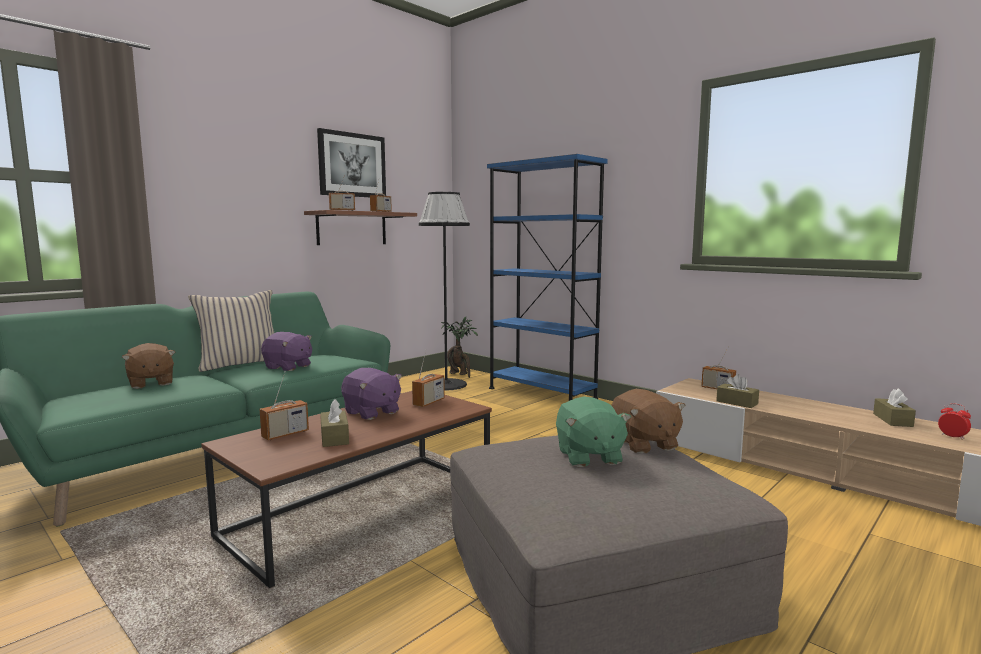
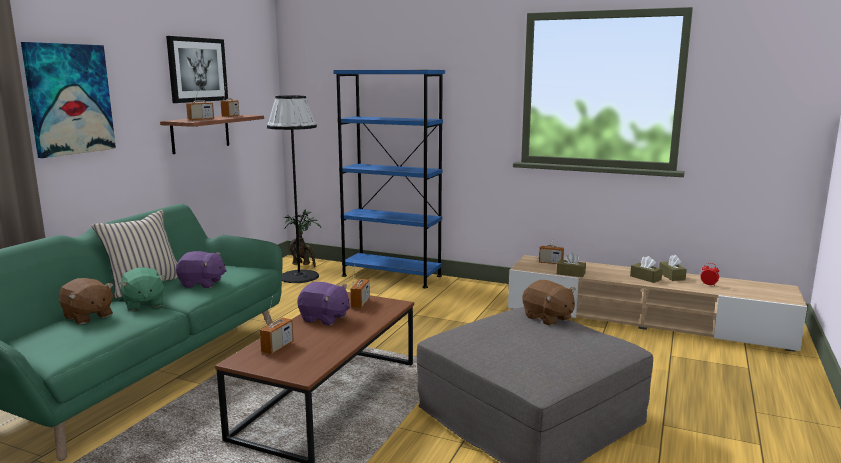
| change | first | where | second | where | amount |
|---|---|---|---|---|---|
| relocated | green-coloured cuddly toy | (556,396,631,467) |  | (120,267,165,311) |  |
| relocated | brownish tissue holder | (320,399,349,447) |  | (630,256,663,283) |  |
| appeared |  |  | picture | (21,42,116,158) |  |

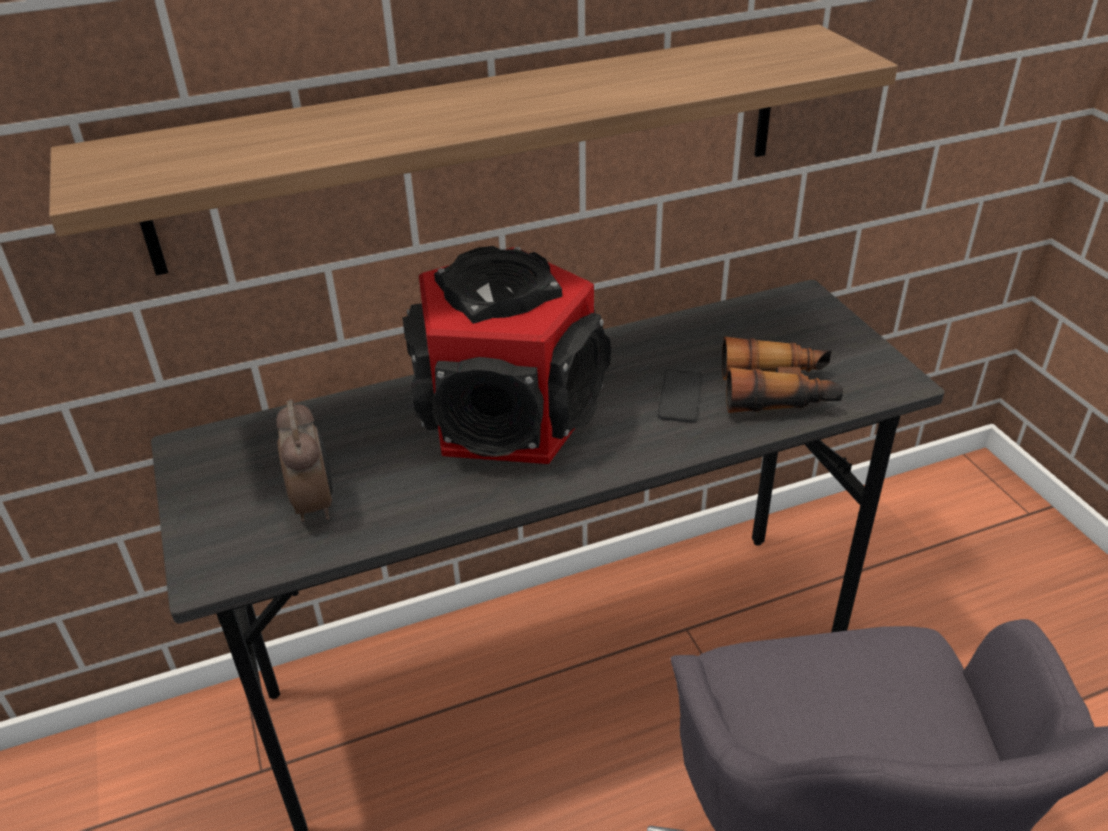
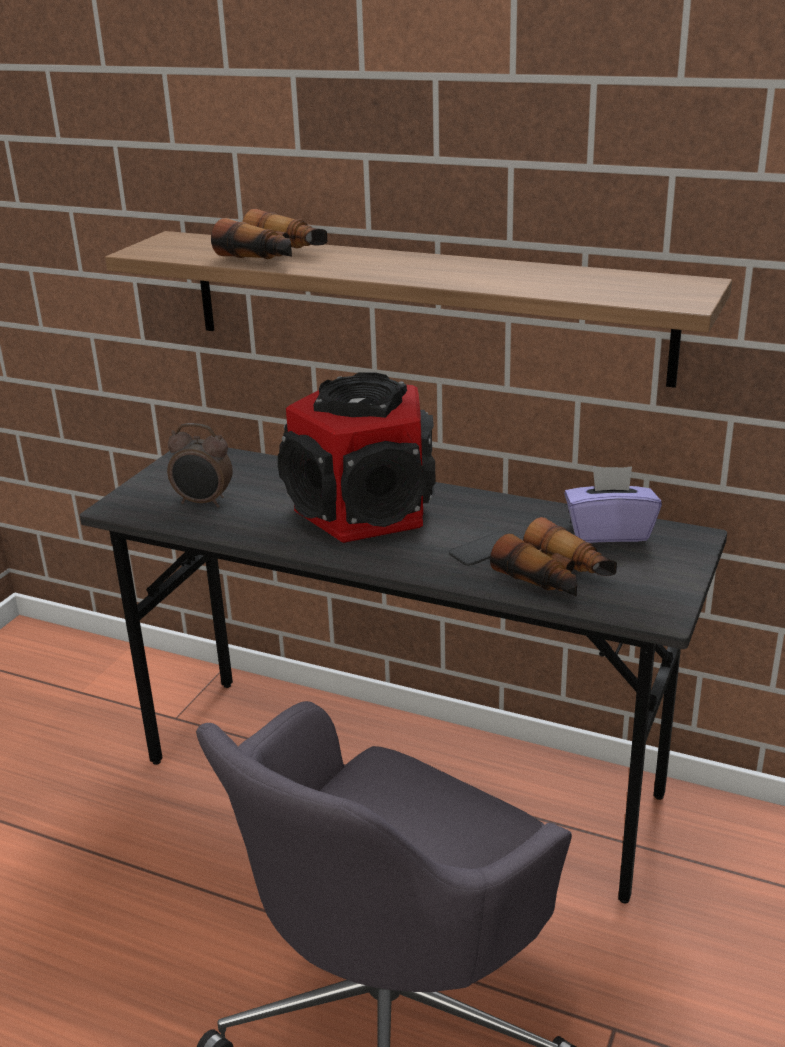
| change | first | where | second | where | amount |
|---|---|---|---|---|---|
| spun | table clock | (276,399,333,522) |  | (167,423,233,507) | 75 degrees clockwise |
| appeared |  |  | pair of binoculars | (211,209,327,259) |  |
| appeared |  |  | purple-coloured tissue holder | (564,466,662,543) |  |

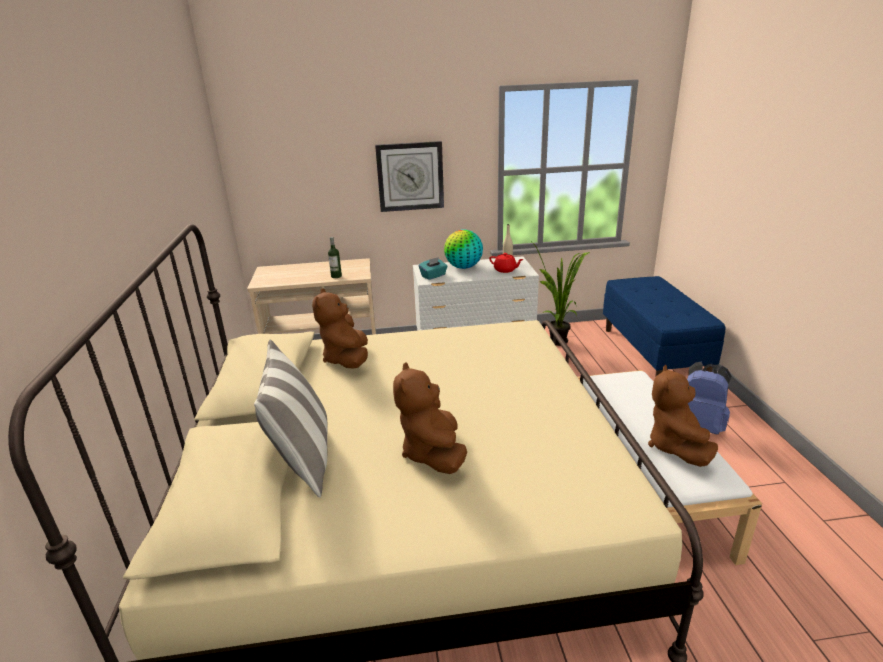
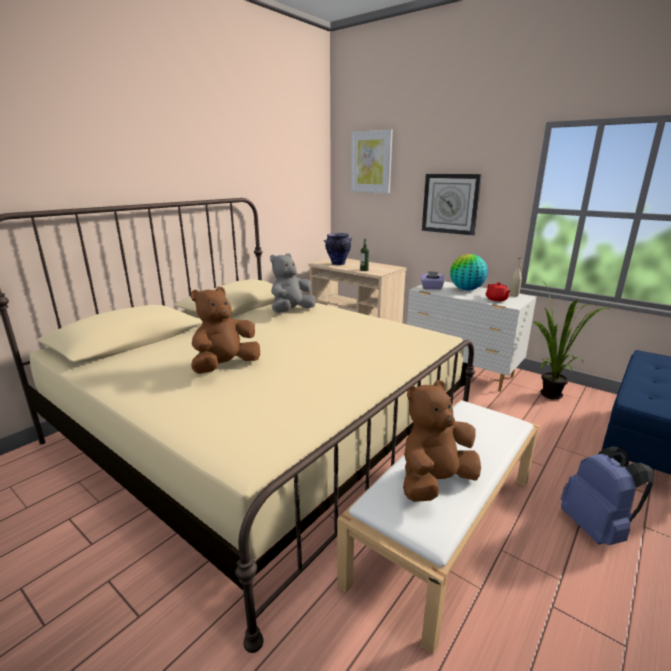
| change | first | where | second | where | amount |
|---|---|---|---|---|---|
| colour | turquoise-coloured tissue holder | (419,257,448,280) | purple-coloured tissue holder | (421,271,444,290) |  |
| colour | brownish cuddly toy | (312,288,368,368) | grey cuddly toy | (270,253,316,313) |  |
| missing | pillow | (254,340,328,498) |  |  |  |
| appeared |  |  | picture | (351,129,393,193) |  |
| appeared |  |  | vase | (324,233,352,265) |  |

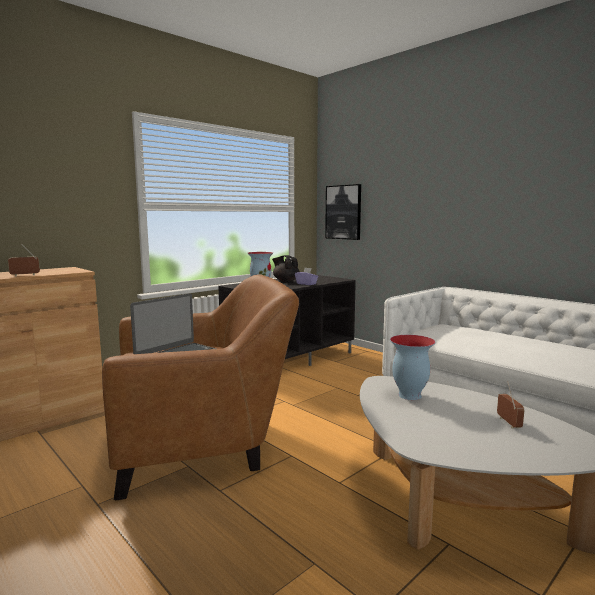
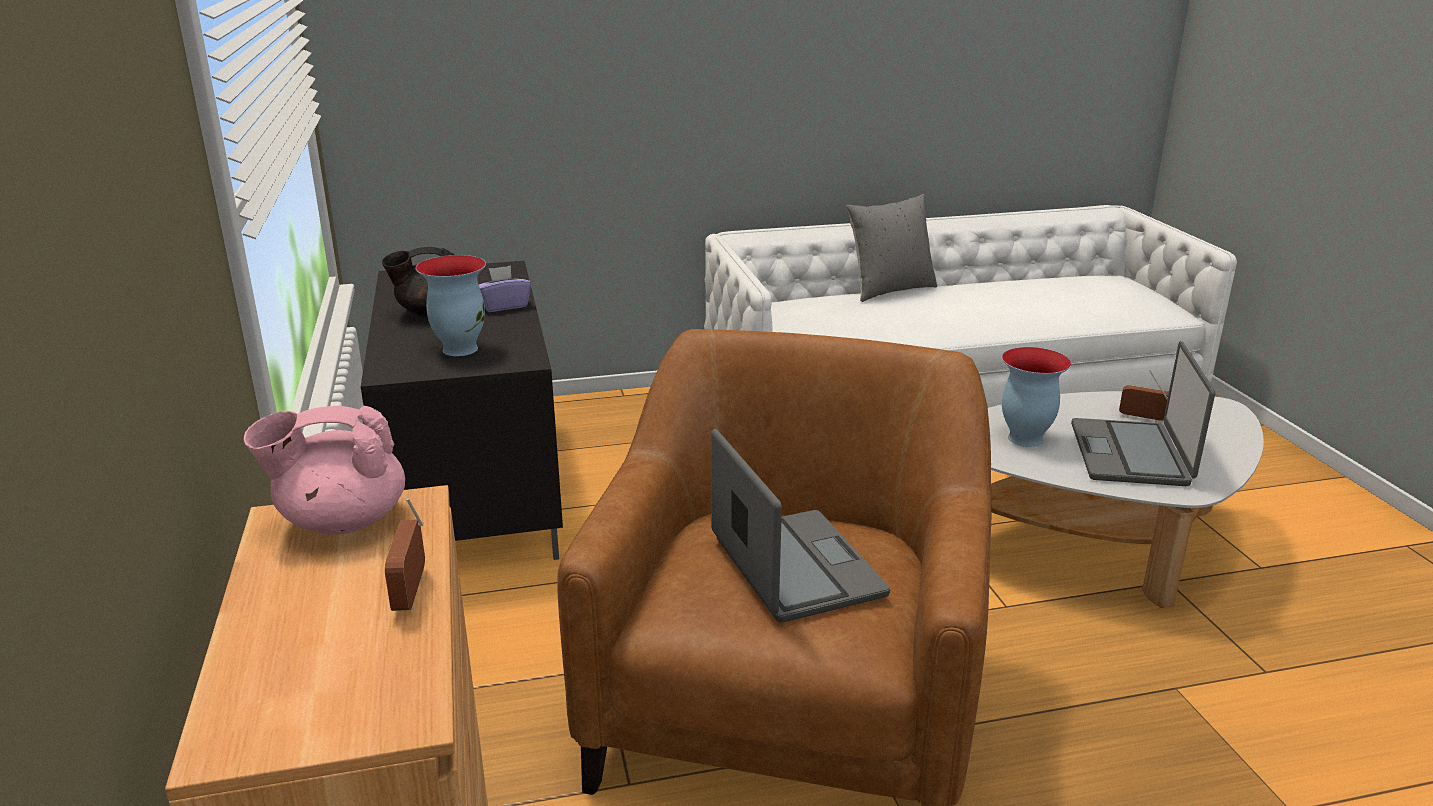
| change | first | where | second | where | amount |
|---|---|---|---|---|---|
| missing | picture | (325,184,361,240) |  |  |  |
| appeared |  |  | grey pillow | (846,194,937,302) |  |
| appeared |  |  | portable computer | (1071,341,1215,486) |  |
| appeared |  |  | pinkish tea pot | (244,406,405,535) |  |

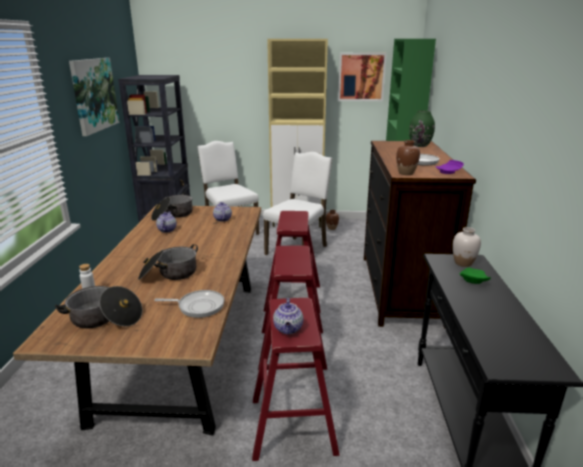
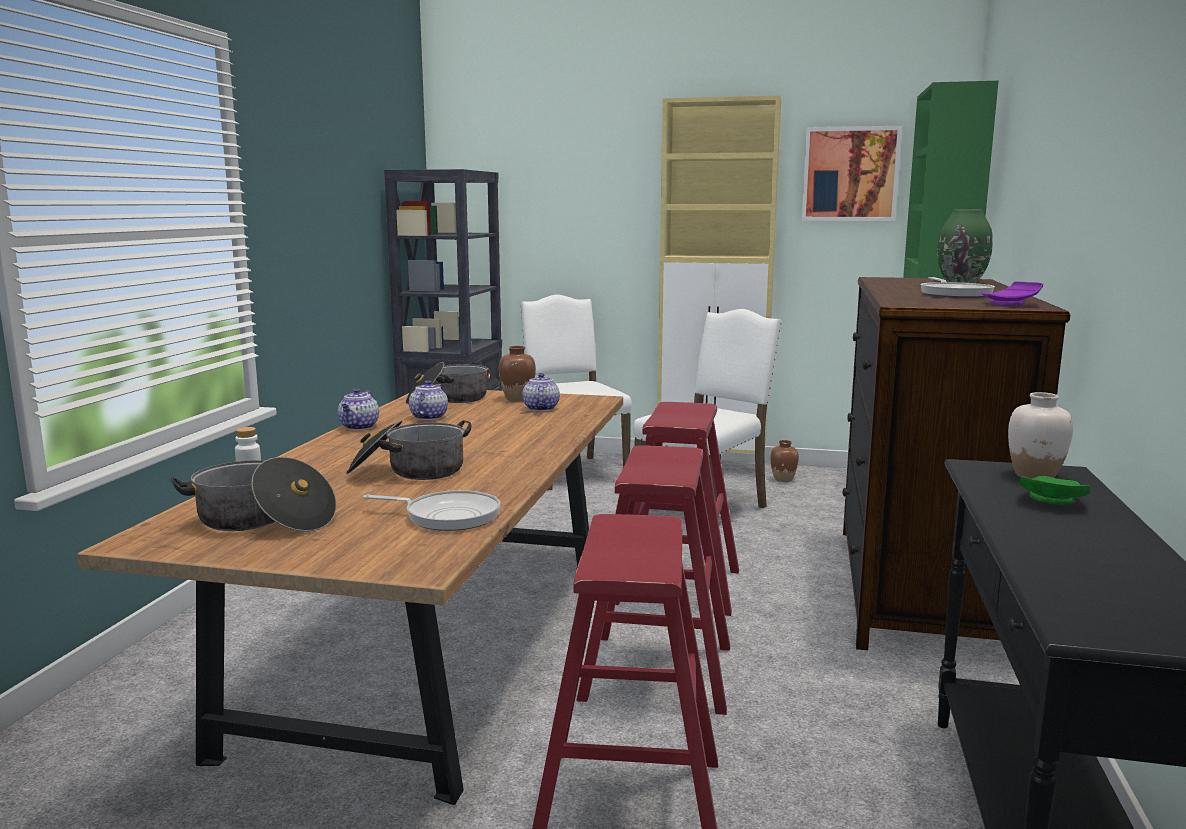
| change | first | where | second | where | amount |
|---|---|---|---|---|---|
| missing | picture | (69,58,119,136) |  |  |  |
| relocated | brownish vase | (396,140,420,175) |  | (499,346,536,401) |  |
| relocated | tea pot | (273,298,304,335) |  | (338,388,379,430) |  |

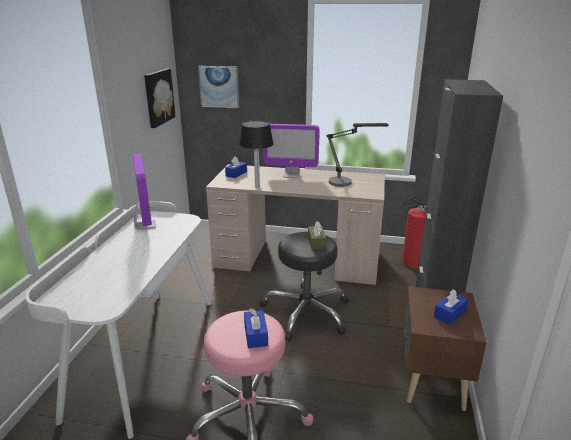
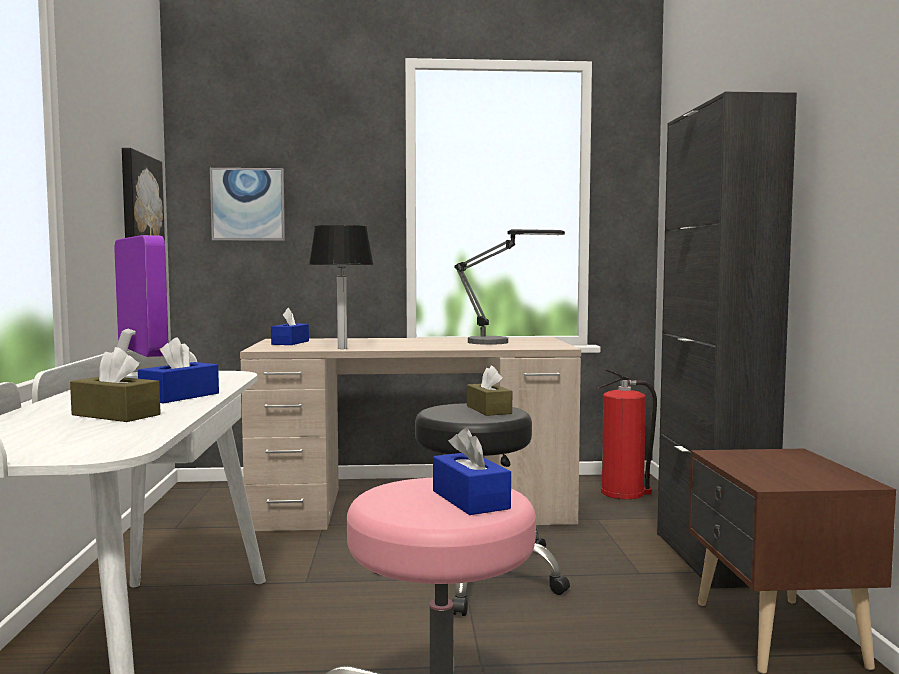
| change | first | where | second | where | amount |
|---|---|---|---|---|---|
| missing | monitor | (264,124,320,178) |  |  |  |
| relocated | blue tissue holder | (434,289,468,325) |  | (138,337,219,403) |  |
| appeared |  |  | brownish tissue holder | (70,347,161,422) |  |

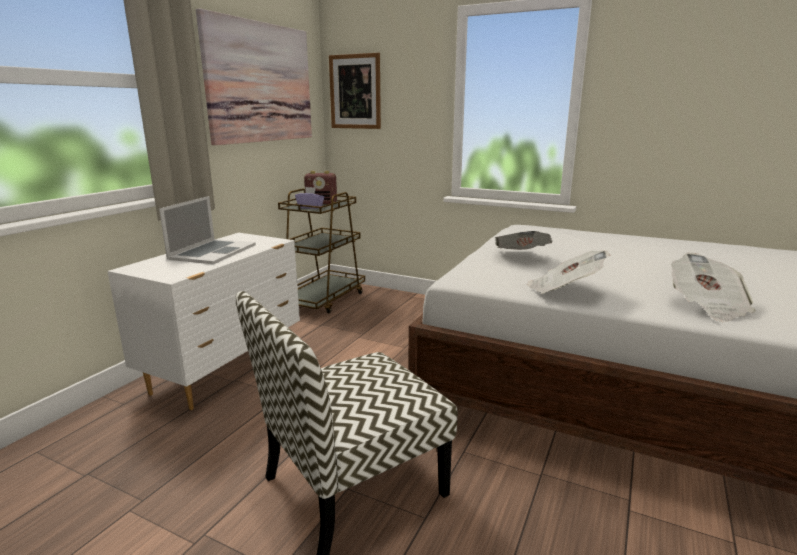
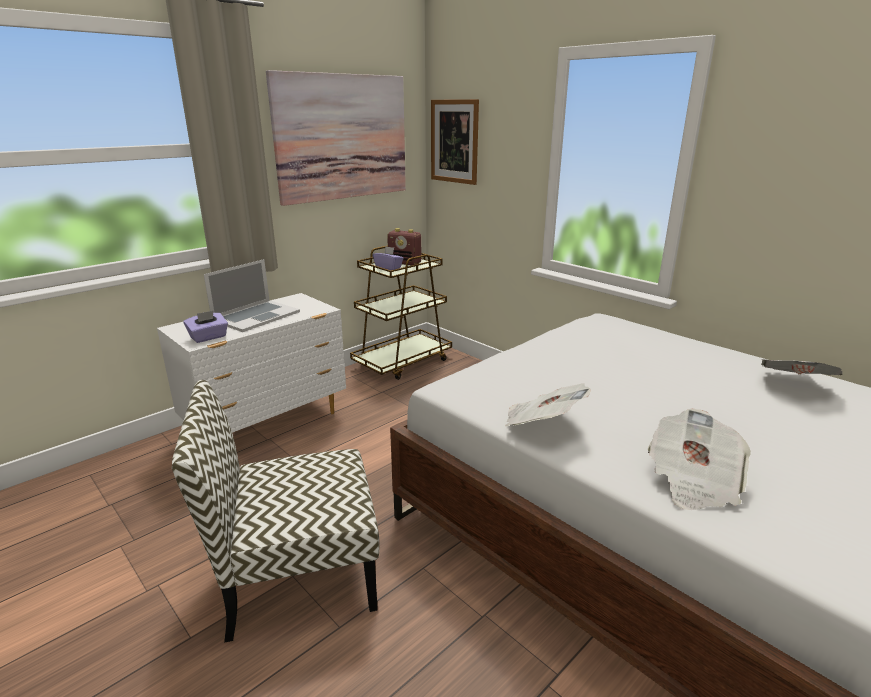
| change | first | where | second | where | amount |
|---|---|---|---|---|---|
| relocated | newspaper | (495,231,552,250) |  | (762,359,843,375) |  |
| appeared |  |  | purple-coloured tissue holder | (184,311,228,343) |  |

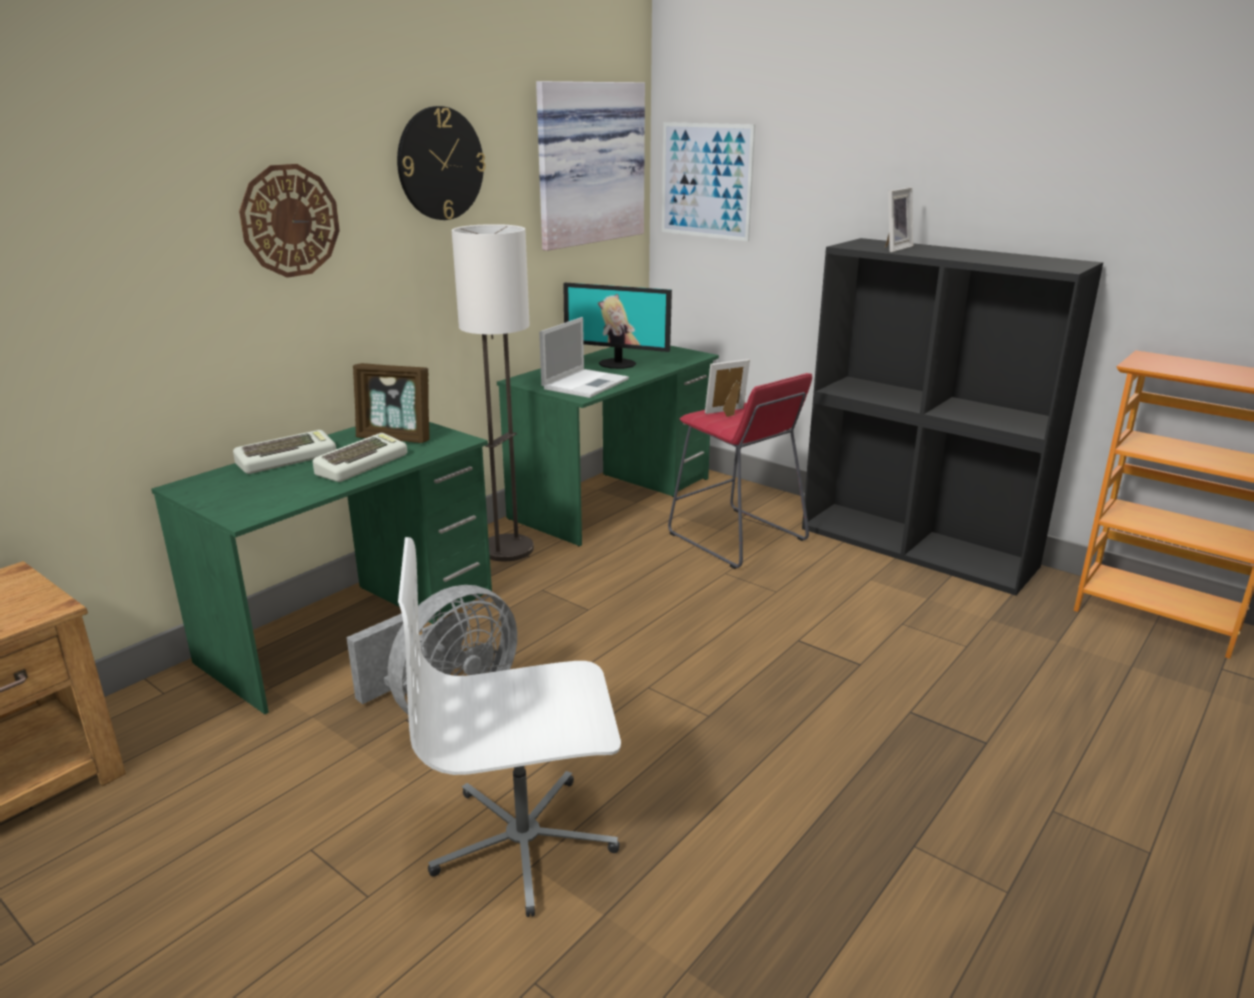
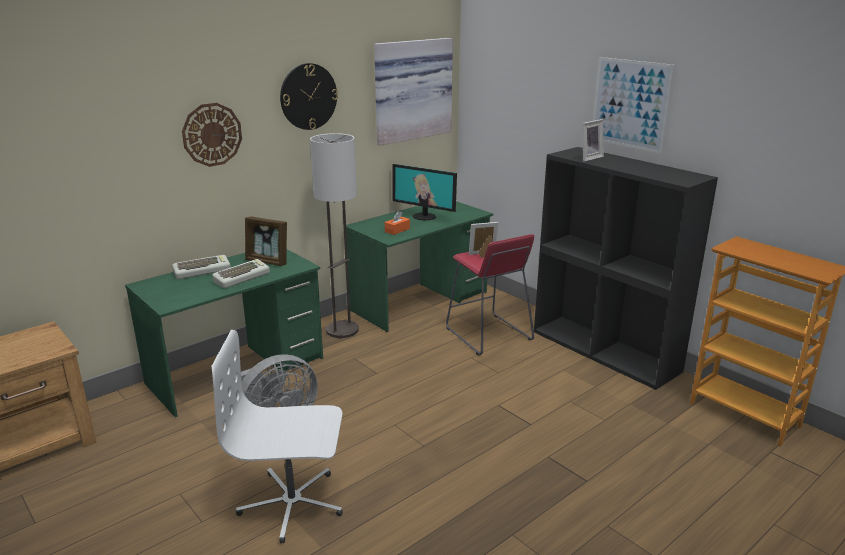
| change | first | where | second | where | amount |
|---|---|---|---|---|---|
| relocated | picture | (662,122,755,241) |  | (593,57,675,154) |  |
| exchanged | portable computer | (539,317,629,398) | orangey tissue holder | (385,211,410,235) |  |

